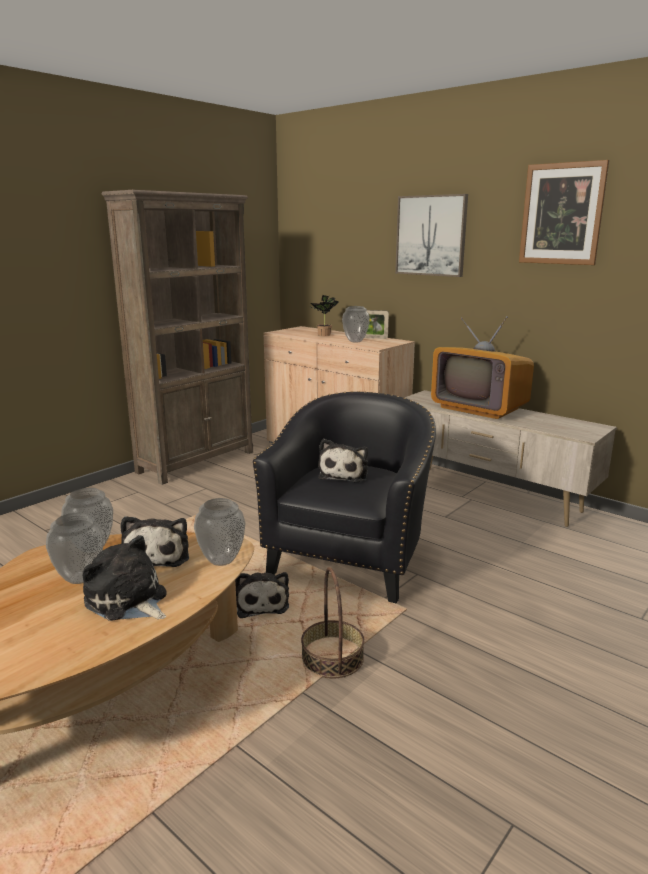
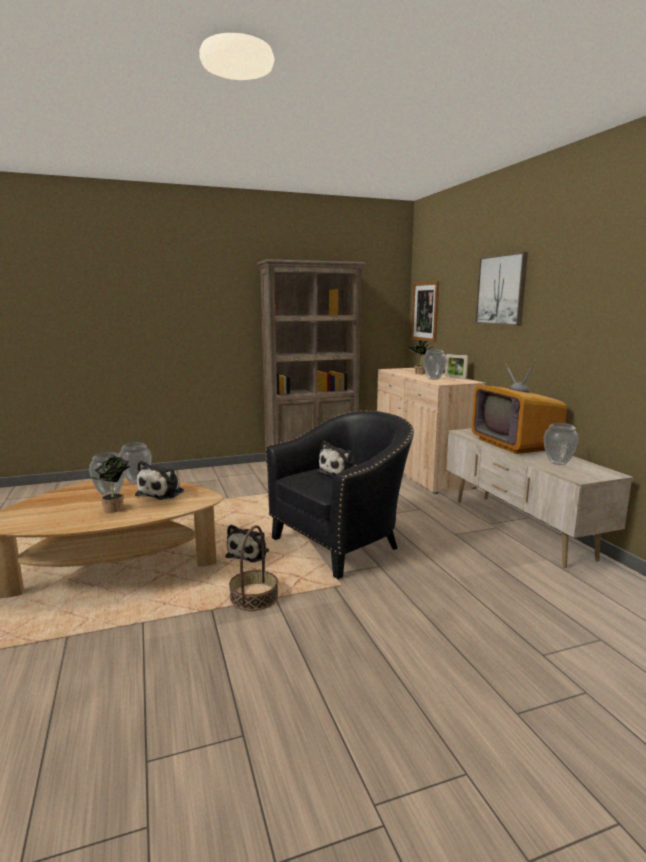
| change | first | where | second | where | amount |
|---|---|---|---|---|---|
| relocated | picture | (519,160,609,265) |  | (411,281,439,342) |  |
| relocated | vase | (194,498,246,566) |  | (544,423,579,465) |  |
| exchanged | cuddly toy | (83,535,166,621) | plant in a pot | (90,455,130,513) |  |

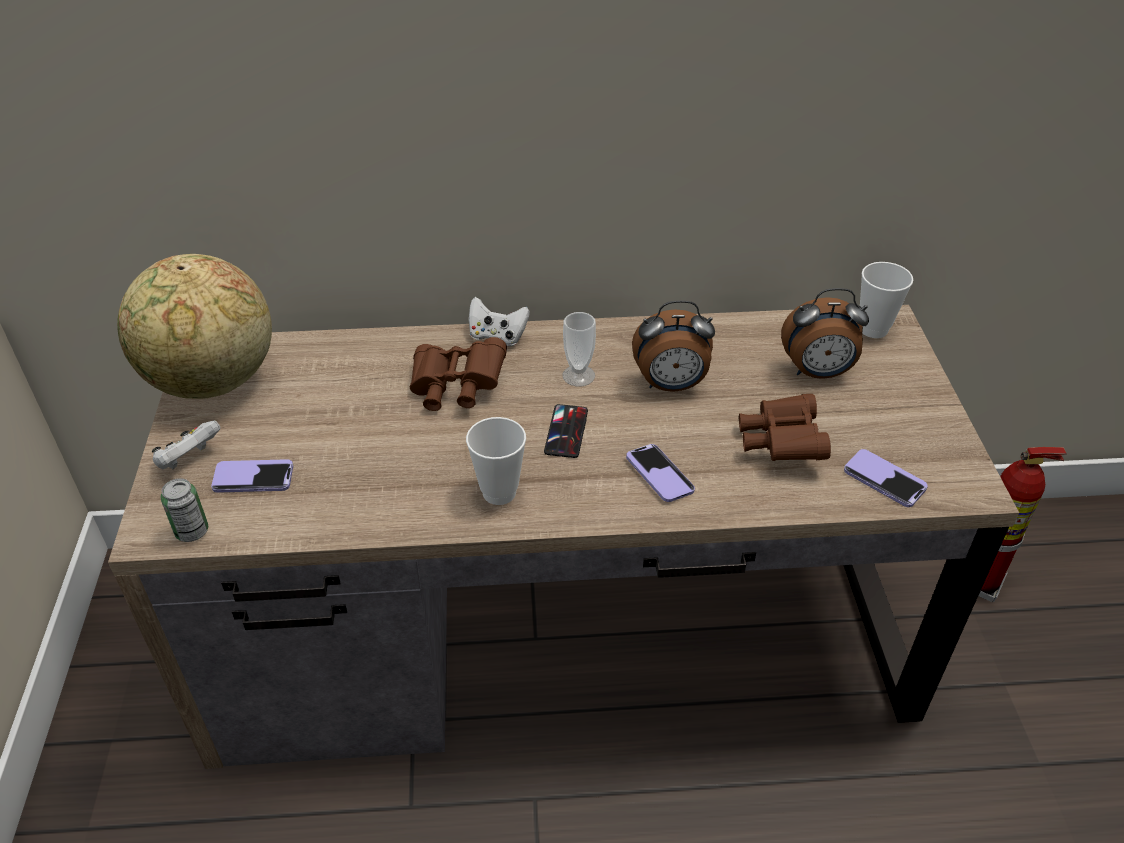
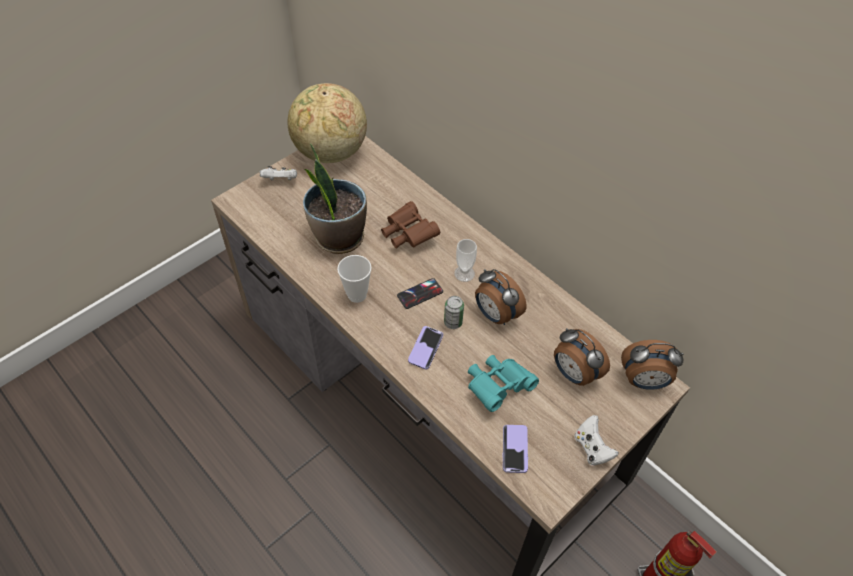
| change | first | where | second | where | amount |
|---|---|---|---|---|---|
| exchanged | cup | (860,262,913,338) | table clock | (621,340,683,390) |  |
| relocated | white gamepad | (469,297,530,346) |  | (575,415,619,466) |  |
| colour | brownish pair of binoculars | (739,394,831,461) | turquoise-coloured pair of binoculars | (468,355,539,412) |  |
| missing | handset | (211,459,293,493) |  |  |  |
| relocated | can | (161,478,208,542) |  | (444,296,464,329) |  |
| appeared |  |  | plant in a pot | (303,143,367,254) |  |

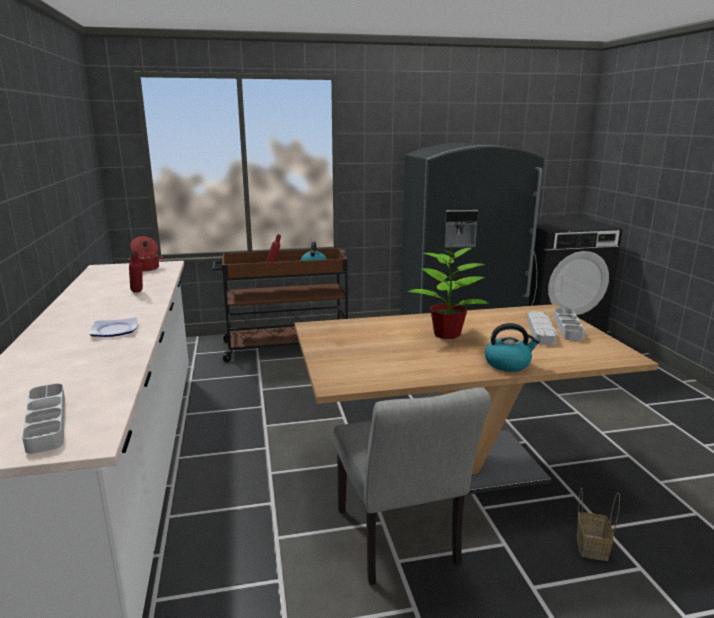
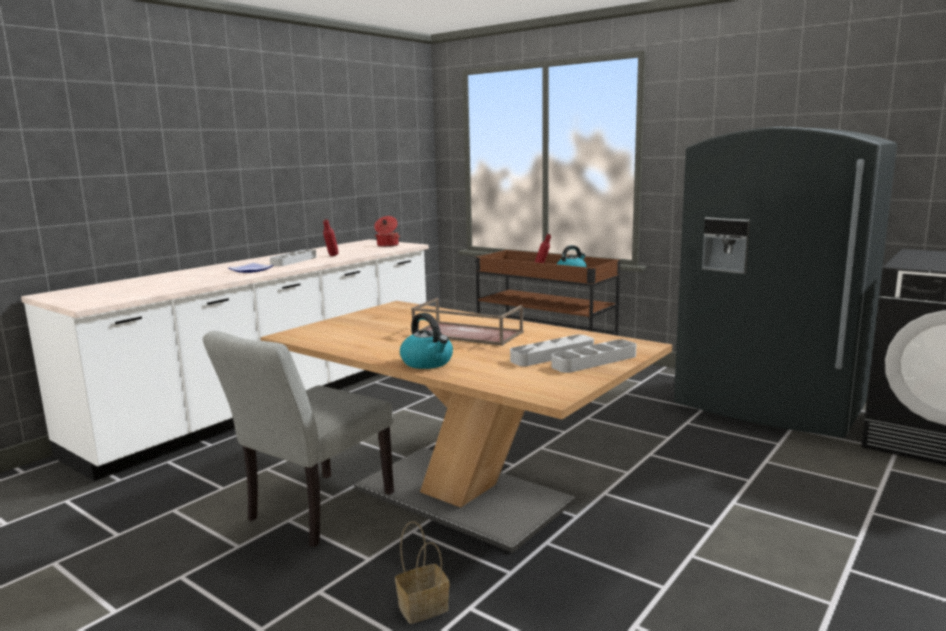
| change | first | where | second | where | amount |
|---|---|---|---|---|---|
| exchanged | plant in a pot | (408,241,489,339) | brownish serving tray | (411,298,523,346) |  |
| relocated | grey serving tray | (22,384,65,454) |  | (270,249,317,266) |  |

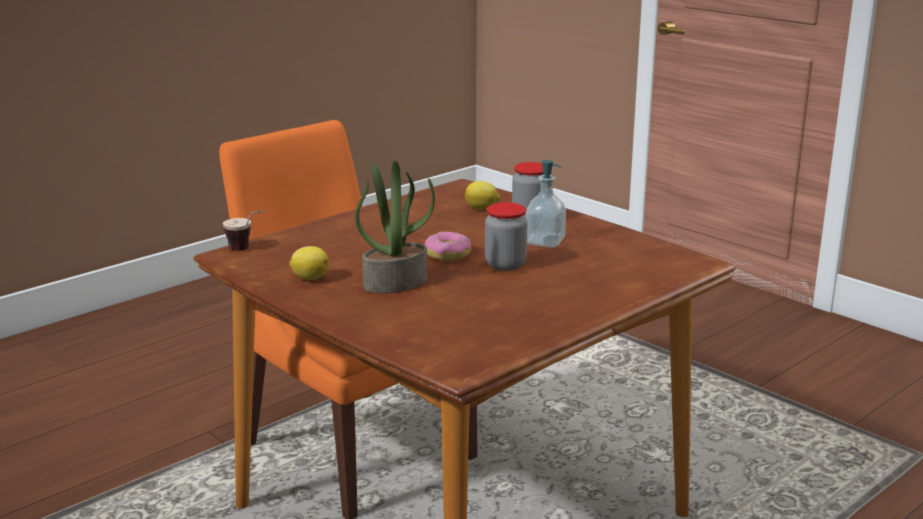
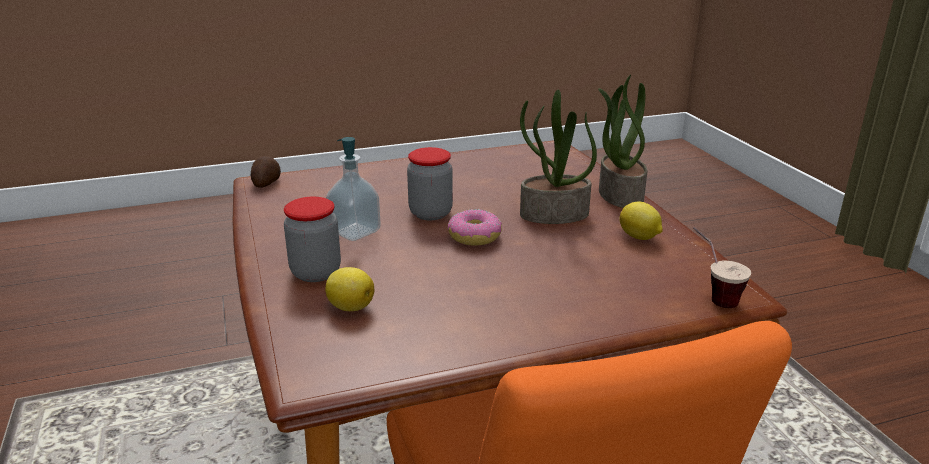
| change | first | where | second | where | amount |
|---|---|---|---|---|---|
| appeared |  |  | plant in a pot | (598,74,647,208) |  |
| appeared |  |  | potato | (251,156,281,188) |  |

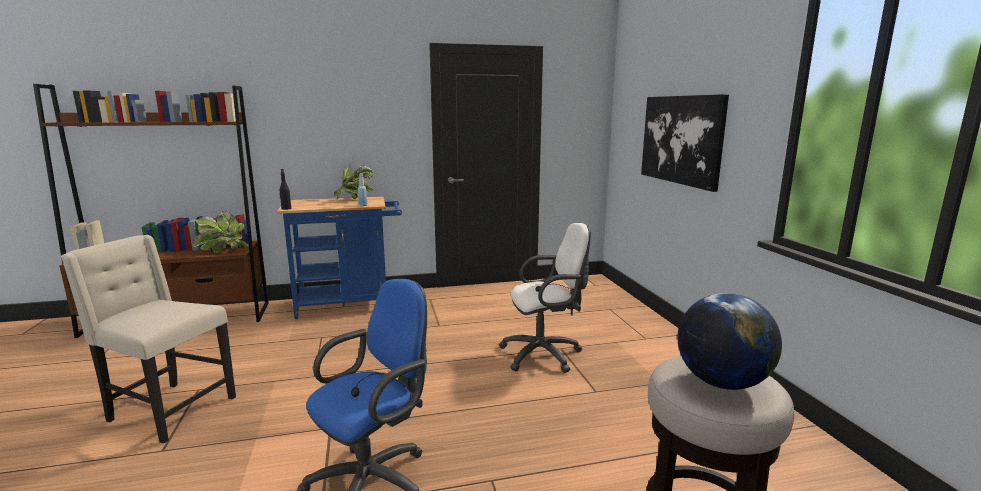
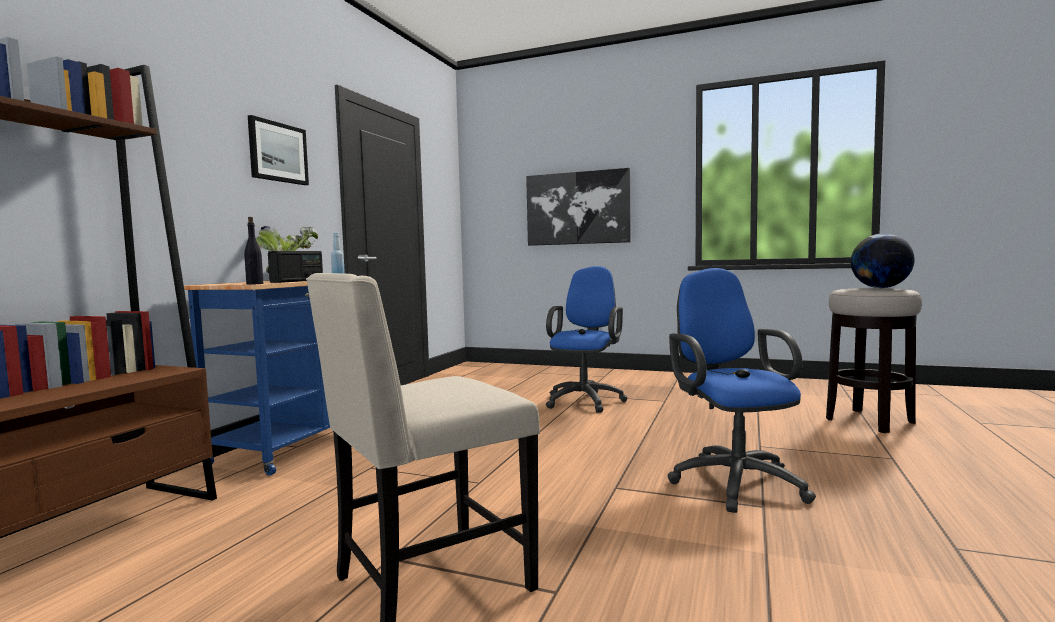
| change | first | where | second | where | amount |
|---|---|---|---|---|---|
| missing | plant in a pot | (191,211,249,253) |  |  |  |
| colour | white computer chair | (499,223,591,373) | blue computer chair | (546,266,627,413) |  |
| appeared |  |  | picture | (248,115,309,185) |  |
| appeared |  |  | radio set | (268,251,323,283) |  |

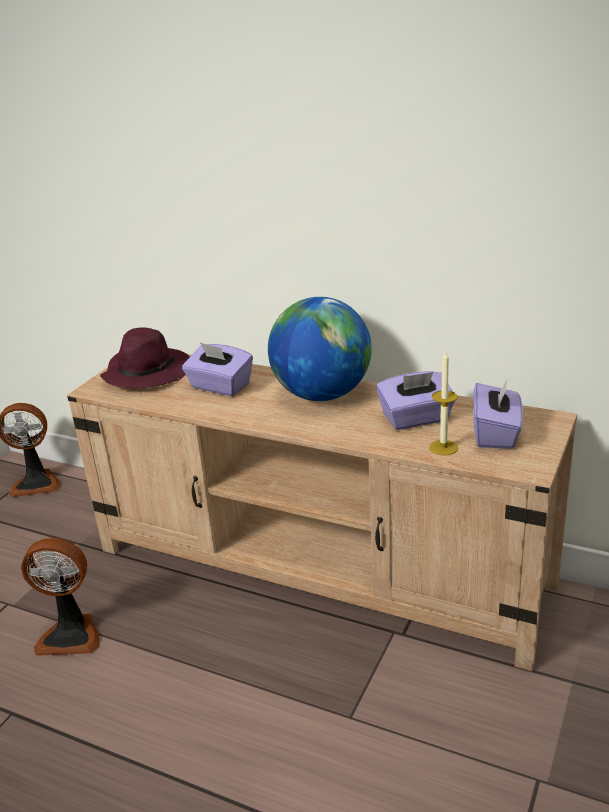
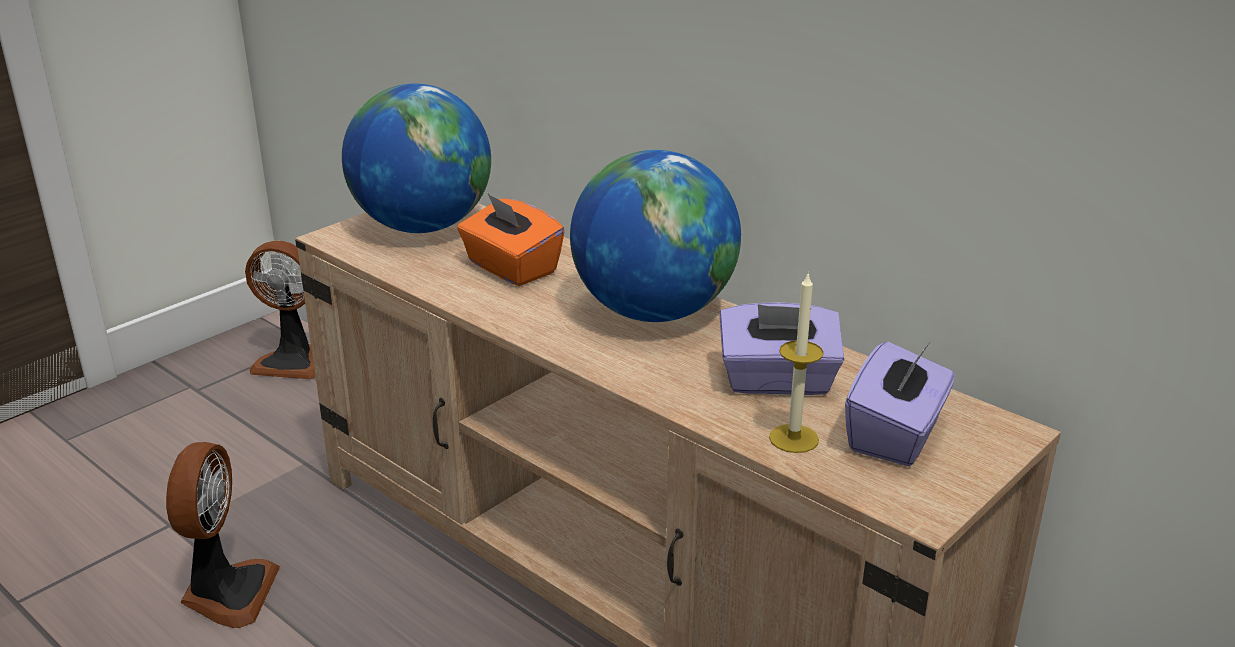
| change | first | where | second | where | amount |
|---|---|---|---|---|---|
| exchanged | purple-coloured wearable hat | (100,327,190,389) | world globe | (342,83,491,233) |  |
| colour | purple-coloured tissue holder | (182,342,253,396) | orangey tissue holder | (457,194,565,286) |  |
| spun | fan | (21,538,100,656) |  | (166,442,280,628) | 105 degrees counterclockwise |

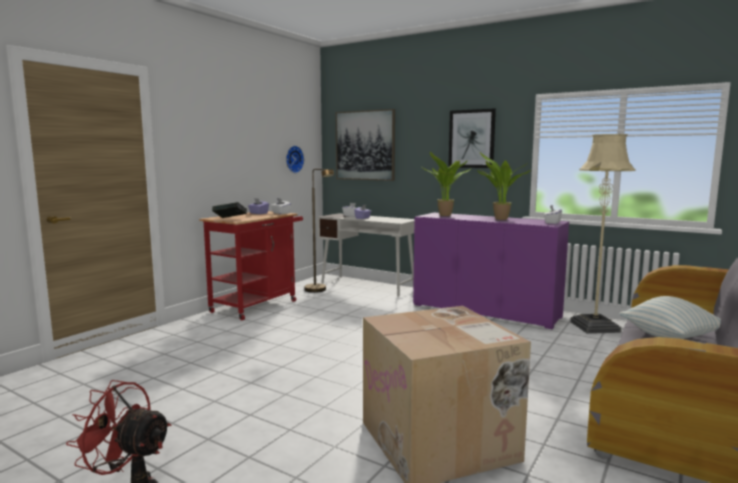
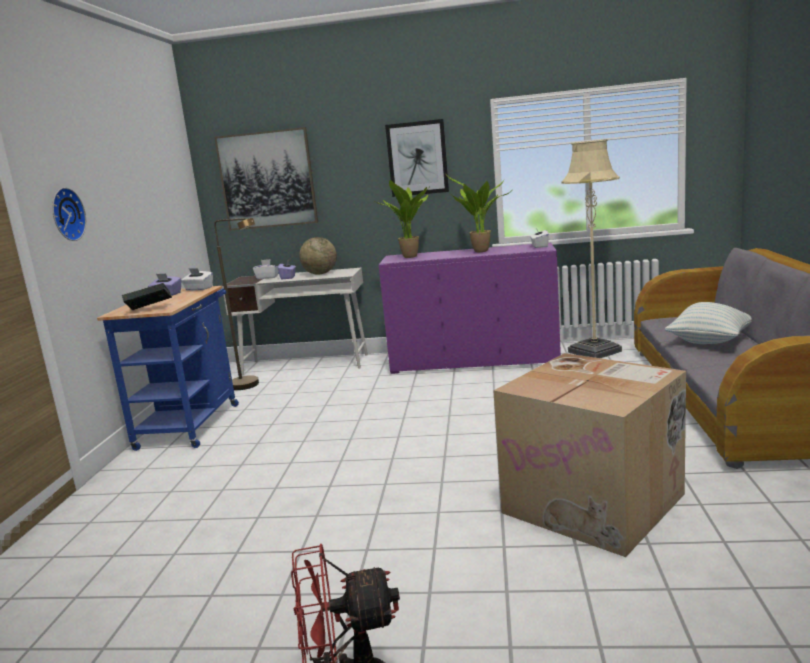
| change | first | where | second | where | amount |
|---|---|---|---|---|---|
| relocated | hanging clock | (286,146,304,173) |  | (52,188,86,241) |  |
| colour | red-coloured cart | (199,211,303,320) | blue cart | (97,286,239,451) |  |
| appeared |  |  | world globe | (299,237,337,275) |  |

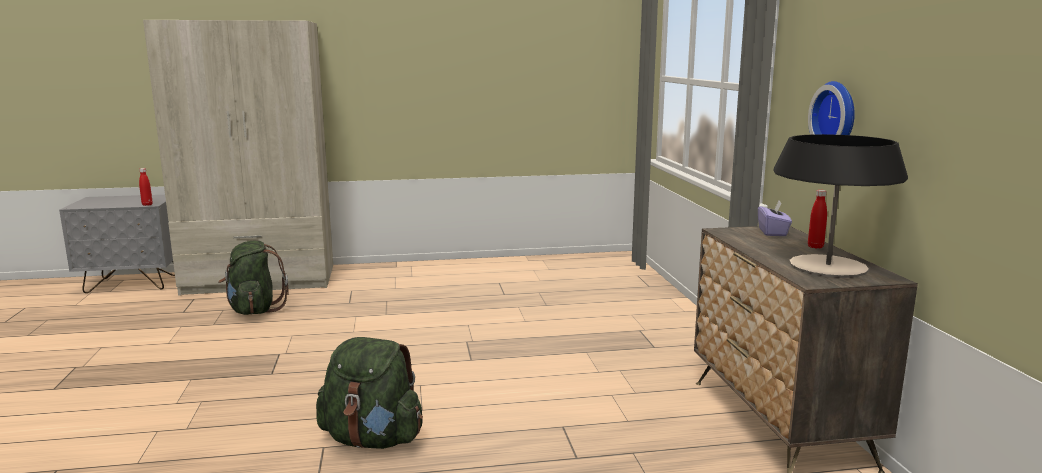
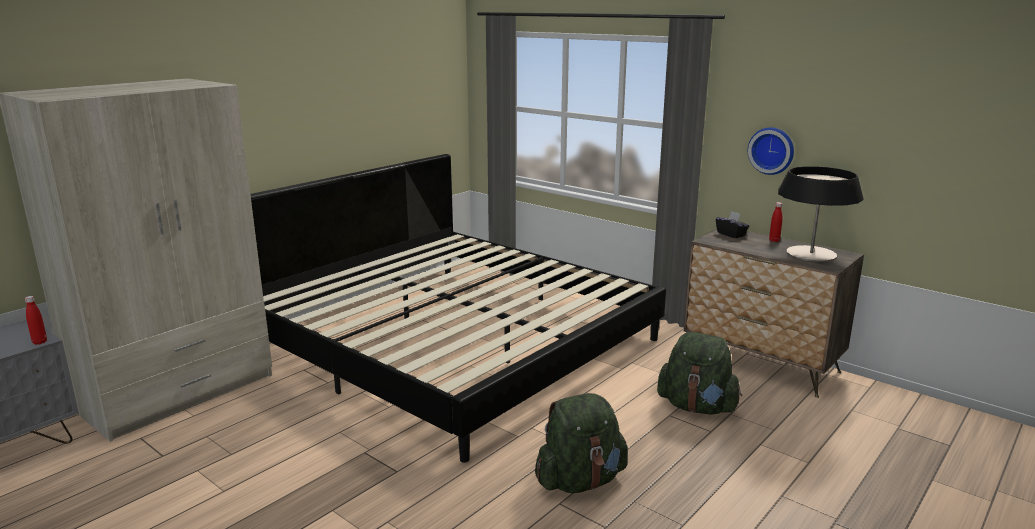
| change | first | where | second | where | amount |
|---|---|---|---|---|---|
| colour | purple-coloured tissue holder | (758,201,792,236) | black tissue holder | (716,211,749,238) |  |
| relocated | green-coloured knapsack | (218,241,289,315) |  | (657,332,742,415) |  |
| appeared |  |  | sleeping bed | (250,154,666,463) |  |

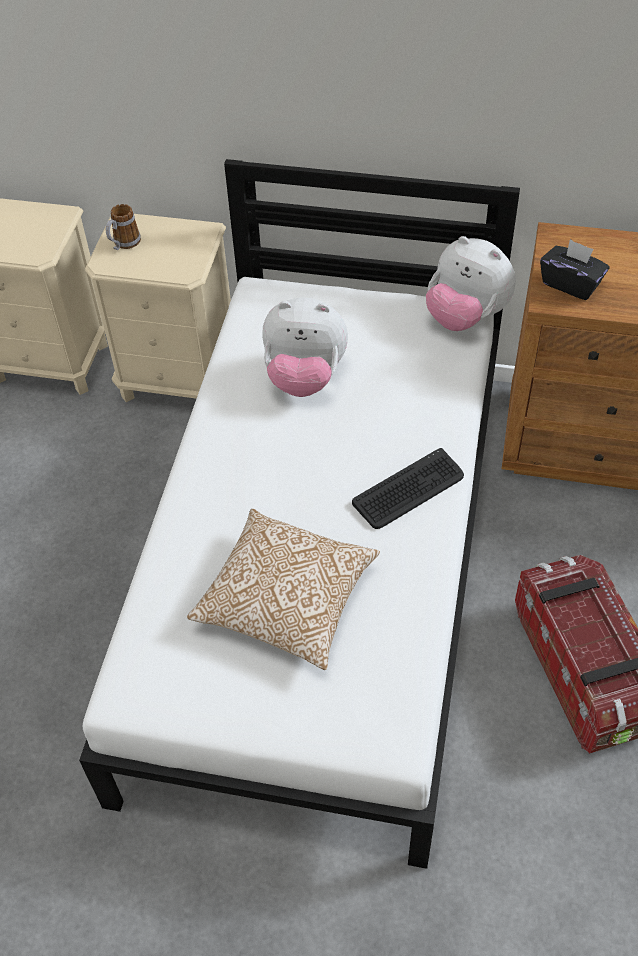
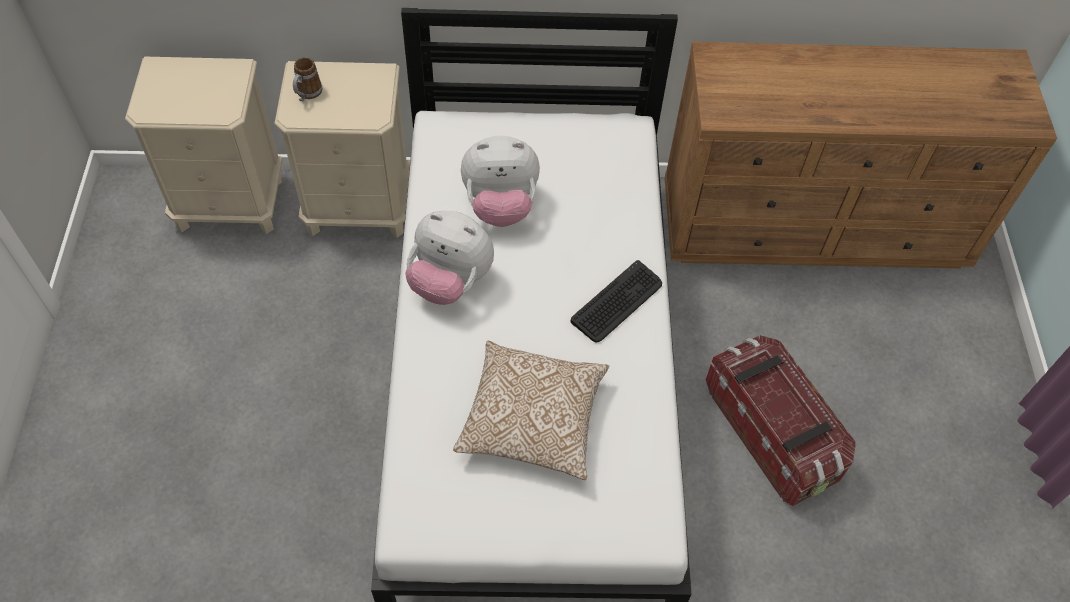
| change | first | where | second | where | amount |
|---|---|---|---|---|---|
| relocated | cuddly toy | (426,236,516,331) |  | (405,211,494,305) |  |
| missing | black tissue holder | (540,239,610,300) |  |  |  |

